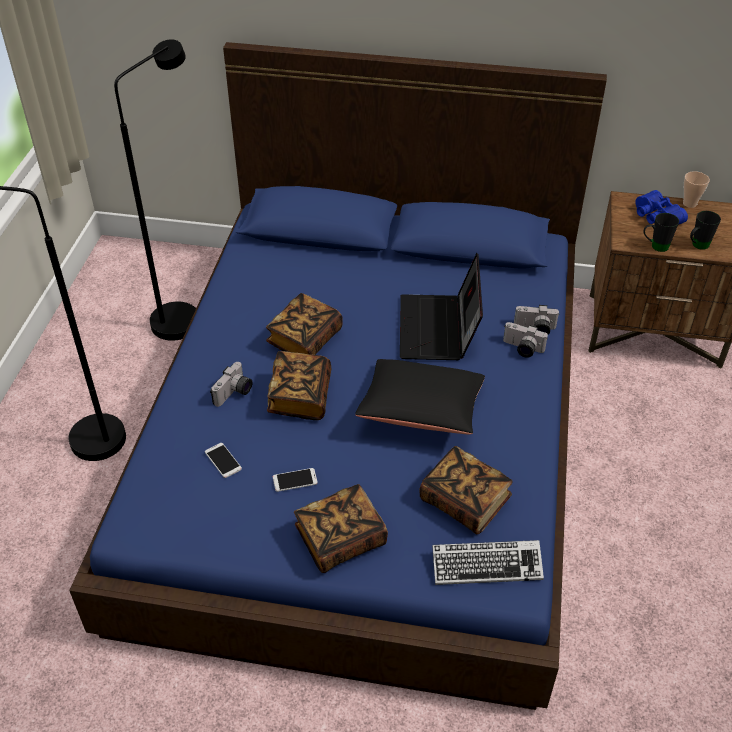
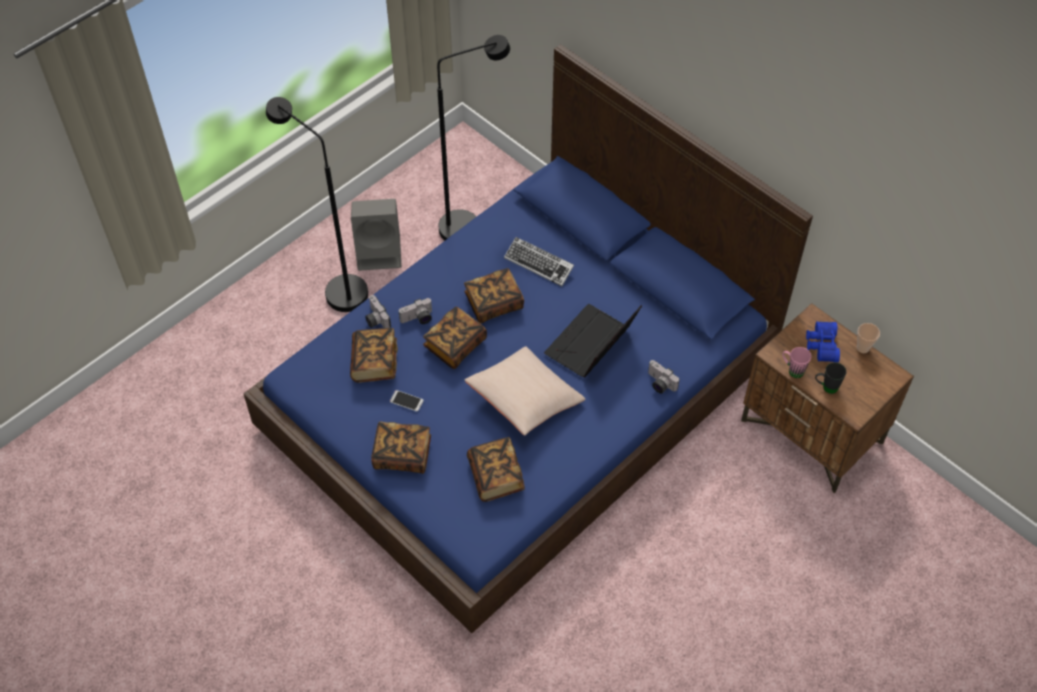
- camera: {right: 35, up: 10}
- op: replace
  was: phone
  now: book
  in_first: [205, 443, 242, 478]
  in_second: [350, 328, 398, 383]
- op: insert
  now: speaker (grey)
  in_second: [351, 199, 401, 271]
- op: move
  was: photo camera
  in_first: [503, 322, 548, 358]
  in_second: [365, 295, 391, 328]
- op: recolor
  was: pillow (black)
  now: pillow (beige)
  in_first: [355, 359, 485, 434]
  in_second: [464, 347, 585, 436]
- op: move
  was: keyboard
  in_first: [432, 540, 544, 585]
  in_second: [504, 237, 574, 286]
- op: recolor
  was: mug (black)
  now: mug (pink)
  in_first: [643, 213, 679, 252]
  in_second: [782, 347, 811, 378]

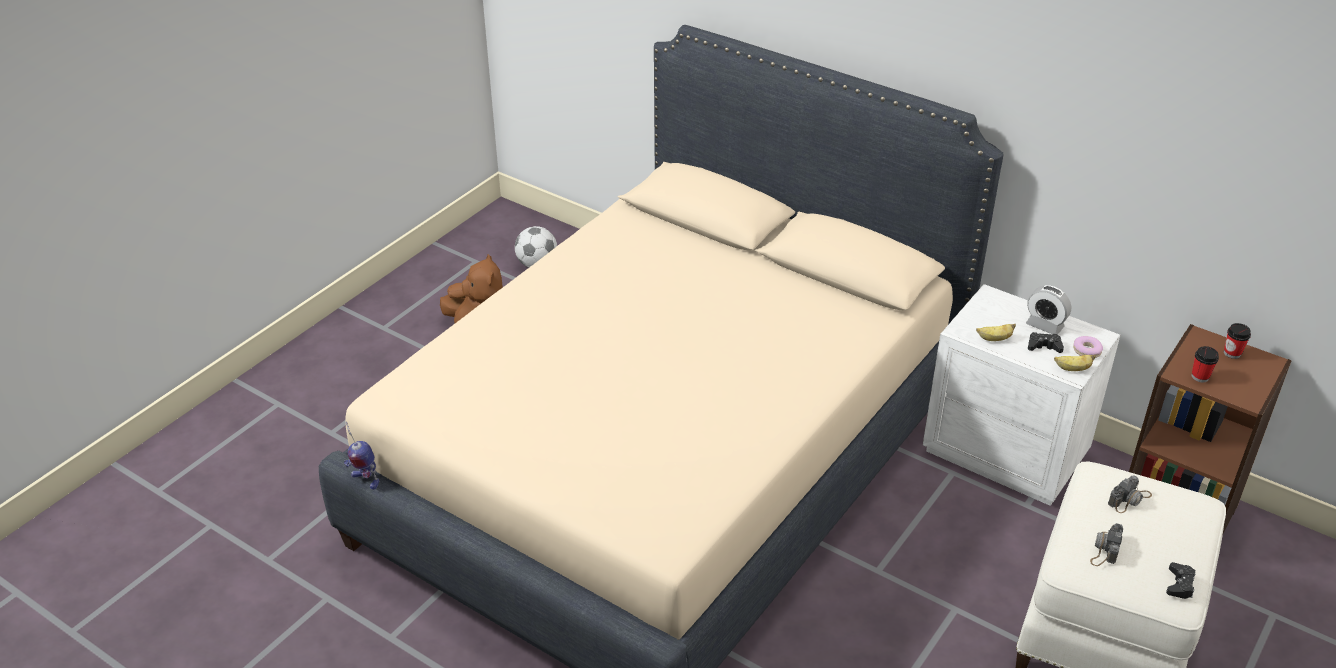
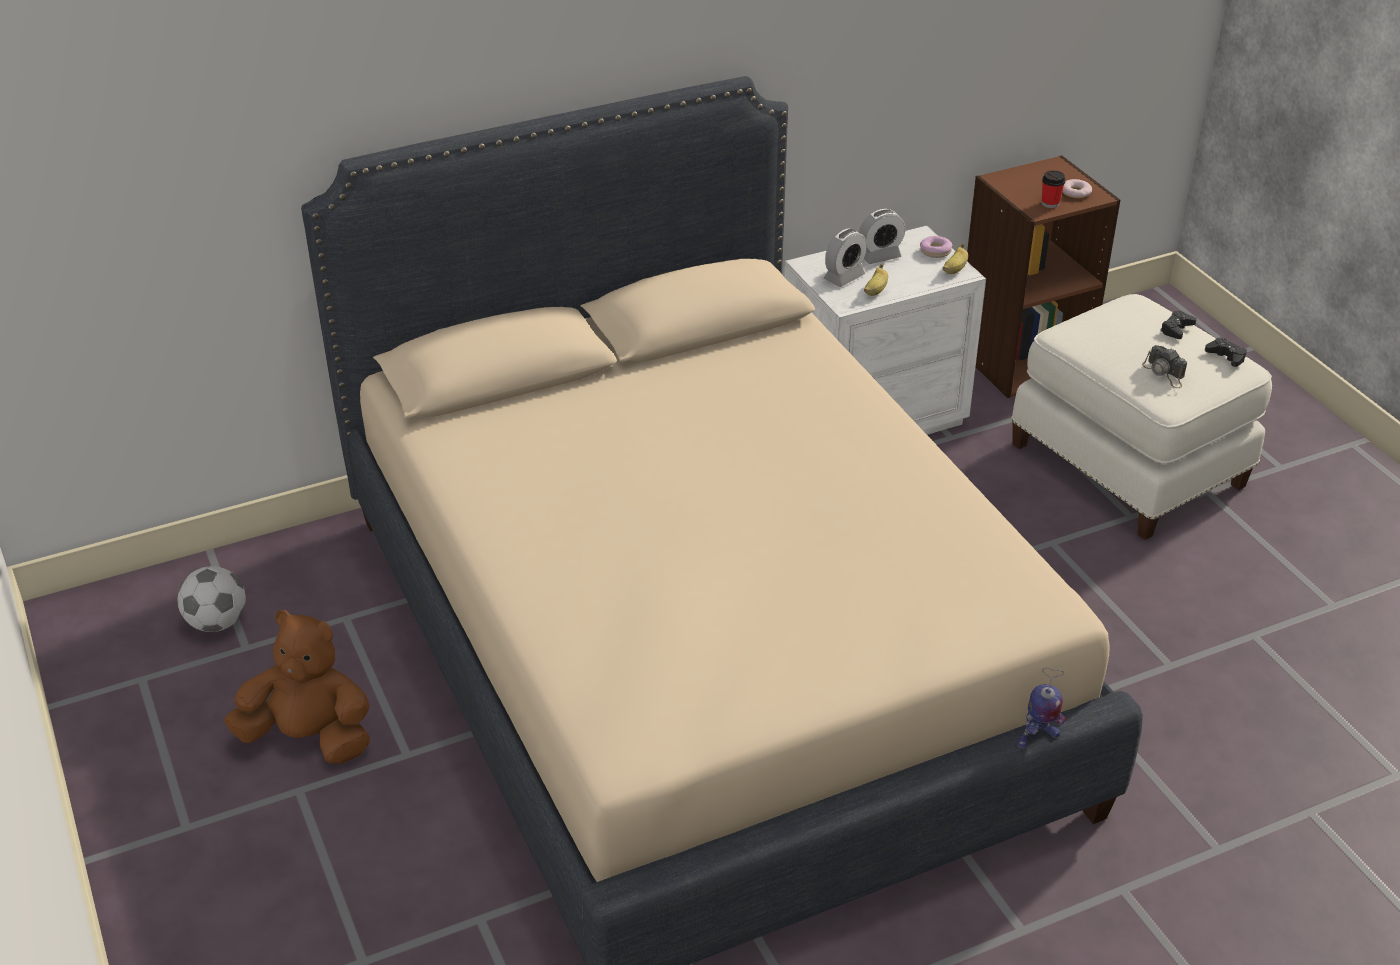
- camera: {right: -60, up: 0}
- op: insert
  now: alarm clock
  in_second: [824, 229, 867, 287]
- op: move
  was: toy robot
  in_first: [344, 422, 379, 490]
  in_second: [1018, 667, 1067, 748]
- op: insert
  now: donut
  in_second: [1063, 179, 1092, 198]
- op: move
  was: game controller (black)
  in_first: [1028, 332, 1064, 353]
  in_second: [1160, 311, 1197, 339]
- op: delete
  was: photo camera
  in_first: [1108, 476, 1152, 513]
- op: delete
  was: cup
  in_first: [1224, 323, 1251, 359]

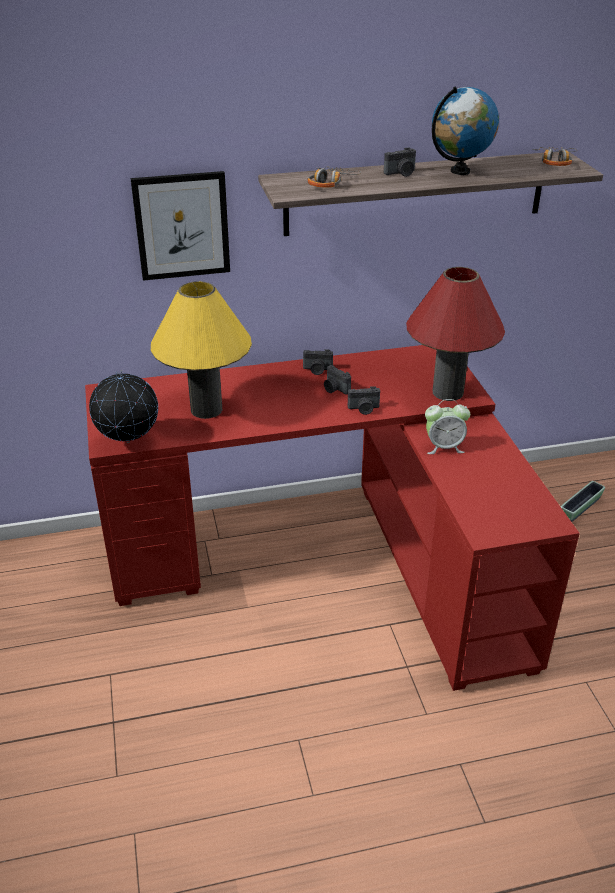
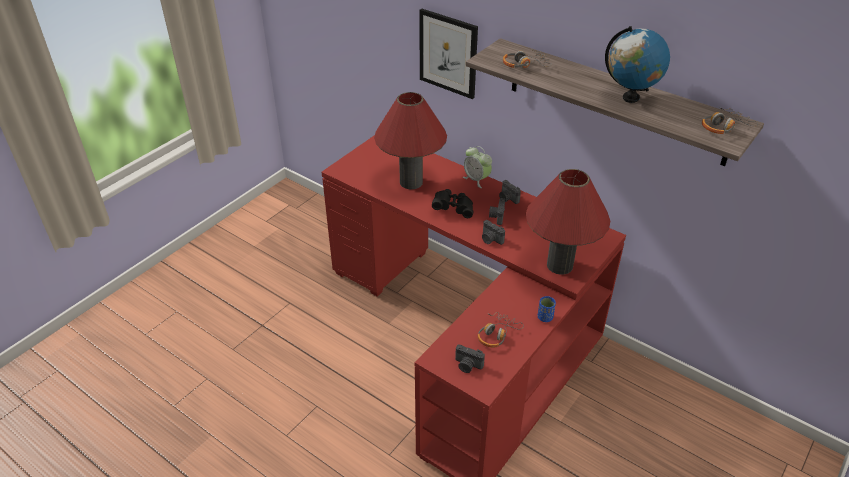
- camera: {right: 50, up: 5}
- op: recolor
  was: table lamp (yellow)
  now: table lamp (red)
  in_first: [151, 281, 252, 419]
  in_second: [374, 92, 447, 190]
- op: insert
  now: binoculars (black)
  in_second: [432, 189, 473, 218]
- op: move
  was: photo camera
  in_first: [384, 147, 416, 177]
  in_second: [455, 344, 485, 373]
- op: move
  was: alarm clock
  in_first: [425, 399, 470, 454]
  in_second: [463, 146, 492, 188]
- op: insert
  now: headphones
  in_second: [477, 312, 524, 347]
- op: insert
  now: cup (blue)
  in_second: [538, 296, 556, 322]
- op: delete
  was: globe
  in_first: [89, 370, 158, 443]
- op: delete
  was: planter
  in_first: [560, 481, 605, 522]

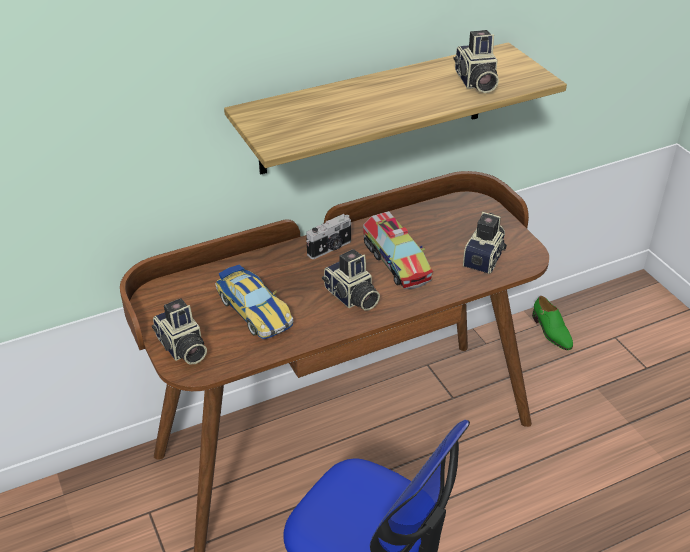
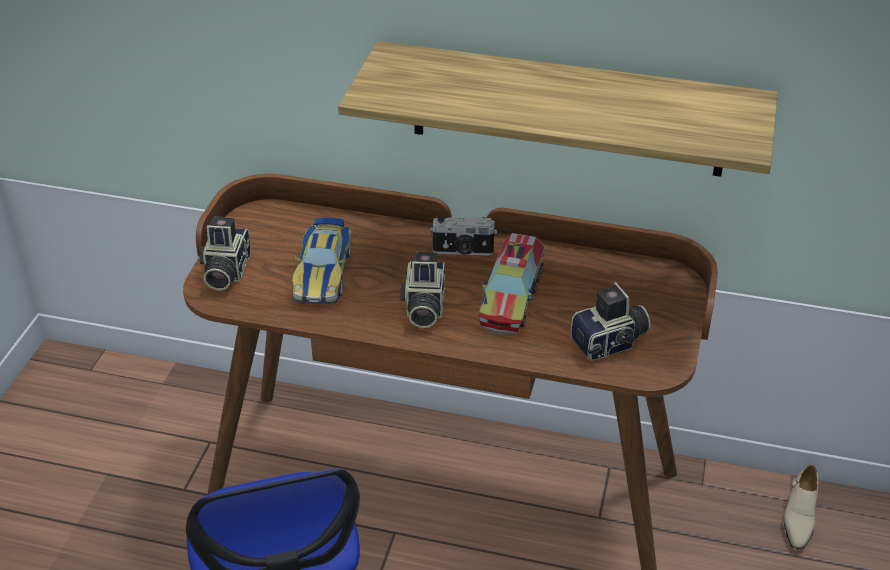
- camera: {right: 40, up: 0}
- op: recolor
  was: shoe (green)
  now: shoe (beige)
  in_first: [532, 296, 573, 350]
  in_second: [783, 465, 819, 550]
- op: delete
  was: photo camera
  in_first: [453, 30, 499, 93]

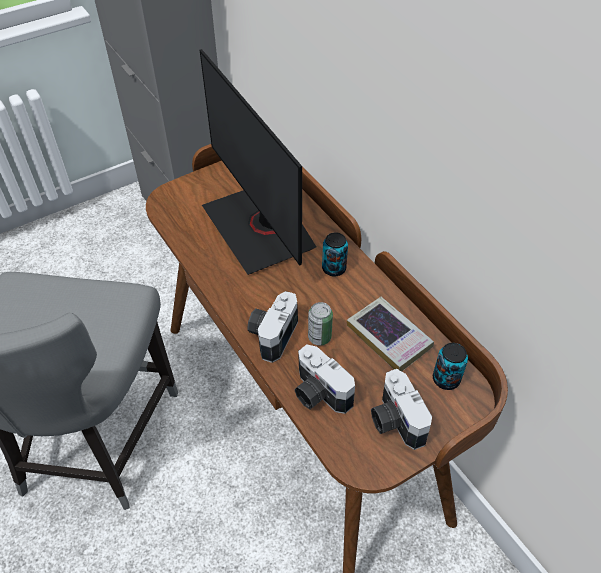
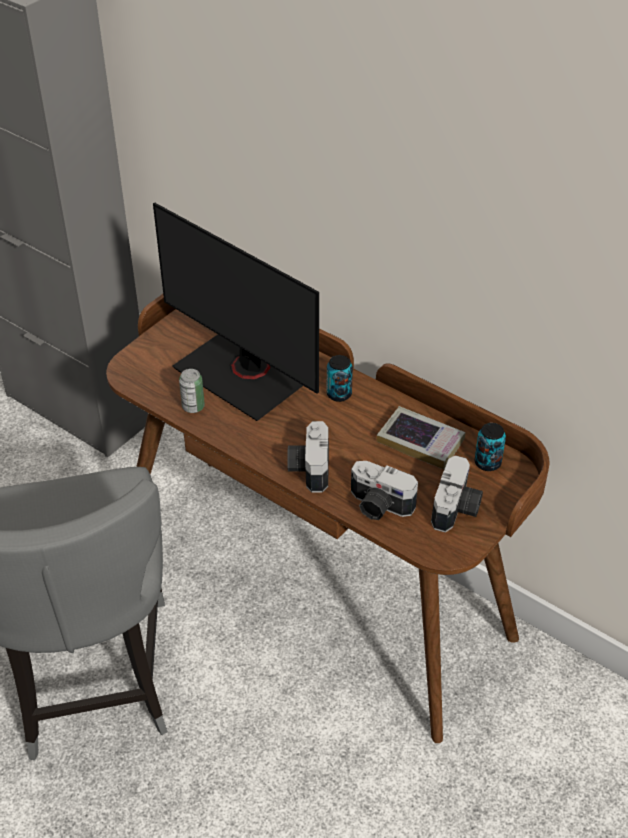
- camera: {right: -20, up: -5}
- op: move
  was: can
  in_first: [308, 302, 333, 346]
  in_second: [179, 369, 205, 413]
- op: rotate
  was: photo camera
  in_first: [371, 369, 432, 450]
  in_second: [431, 455, 483, 532]
  clockwise: -120

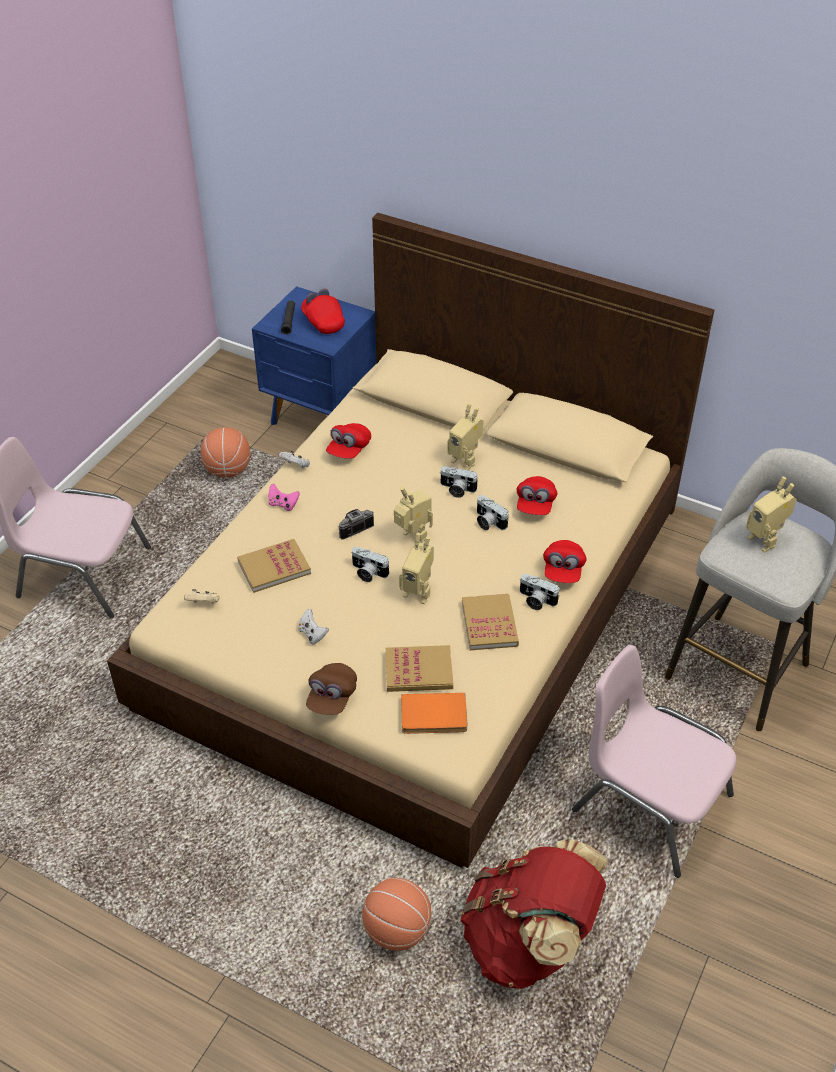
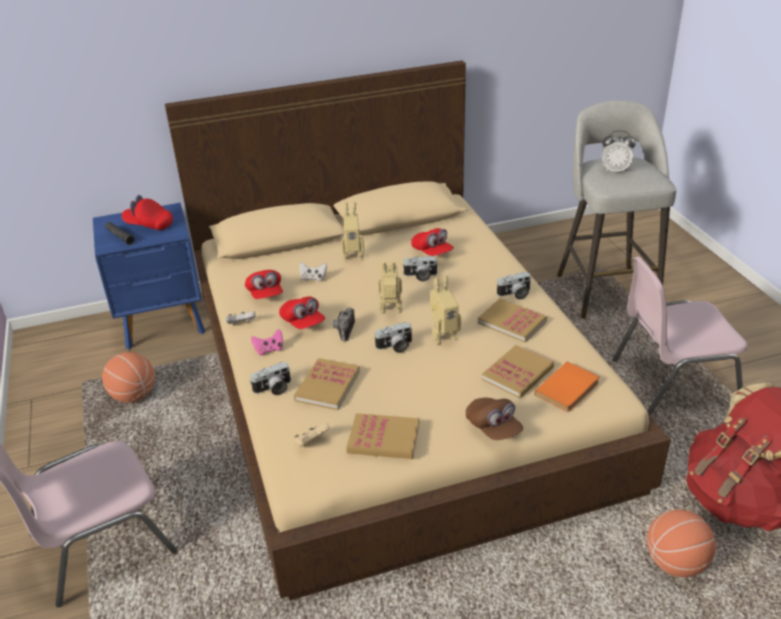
- camera: {right: -45, up: -10}
- op: move
  was: photo camera
  in_first: [439, 466, 479, 498]
  in_second: [250, 362, 291, 395]
- op: move
  was: cap (red)
  in_first: [543, 540, 587, 583]
  in_second: [279, 297, 325, 329]
- op: move
  was: game controller (white)
  in_first: [298, 609, 329, 645]
  in_second: [299, 262, 327, 282]
- op: insert
  now: book
  in_second: [346, 413, 419, 459]
- op: replace
  was: toy robot
  now: alarm clock
  in_first: [746, 477, 797, 553]
  in_second: [602, 130, 636, 173]

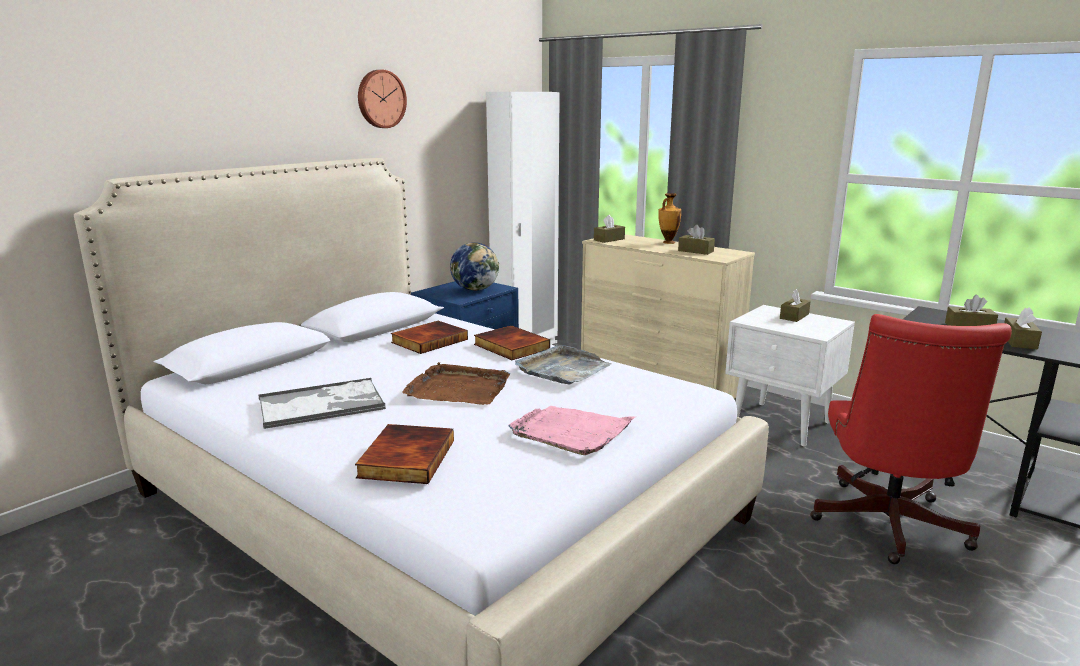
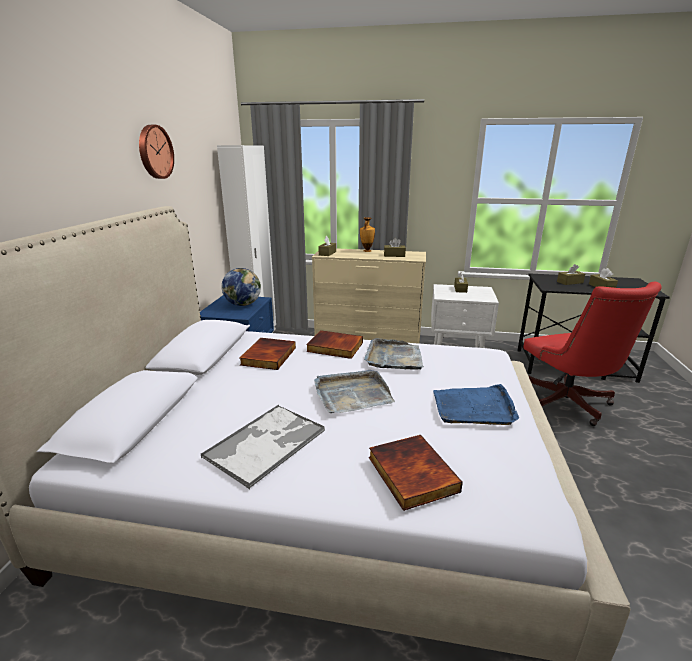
- camera: {right: -30, up: 5}
- op: recolor
  was: tray (brown)
  now: tray (grey)
  in_first: [402, 362, 510, 405]
  in_second: [314, 370, 395, 413]
- op: recolor
  was: tray (pink)
  now: tray (blue)
  in_first: [508, 406, 635, 455]
  in_second: [433, 384, 519, 425]

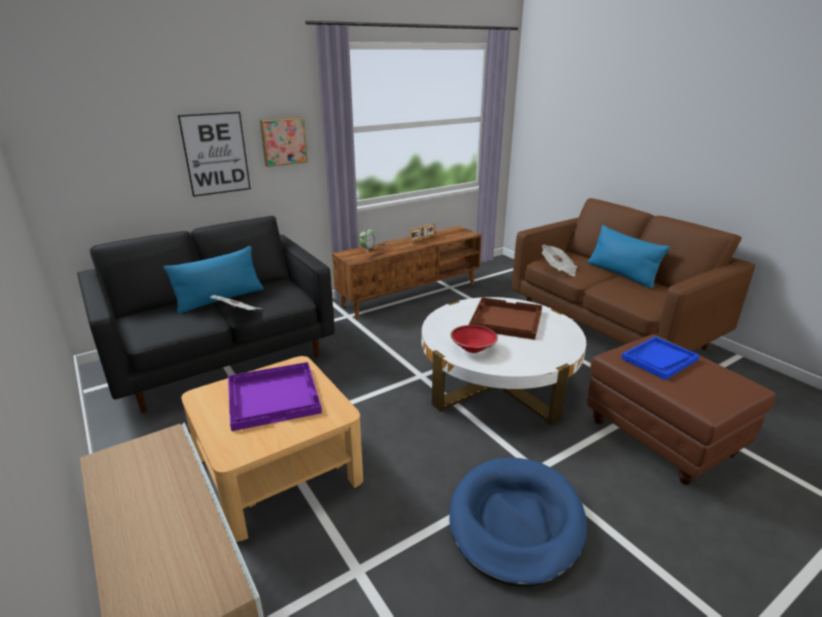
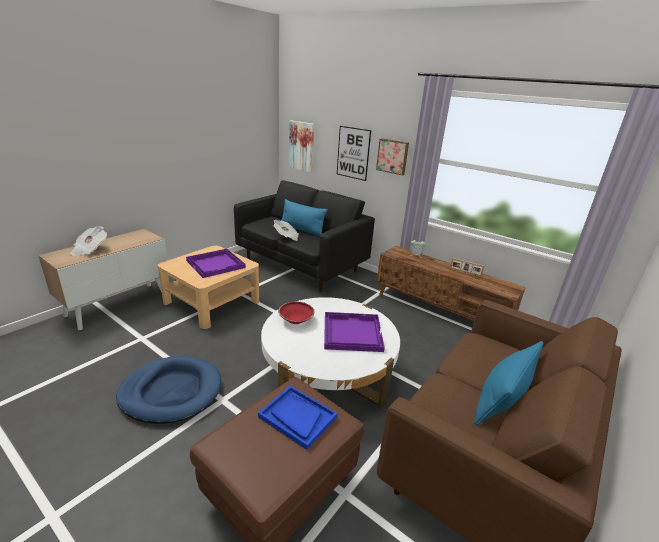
- camera: {right: 70, up: 0}
- op: move
  was: newspaper
  in_first: [542, 245, 577, 277]
  in_second: [70, 226, 107, 256]
- op: insert
  now: picture
  in_second: [289, 120, 314, 173]
- op: recolor
  was: tray (brown)
  now: tray (purple)
  in_first: [469, 297, 542, 340]
  in_second: [324, 312, 385, 352]

